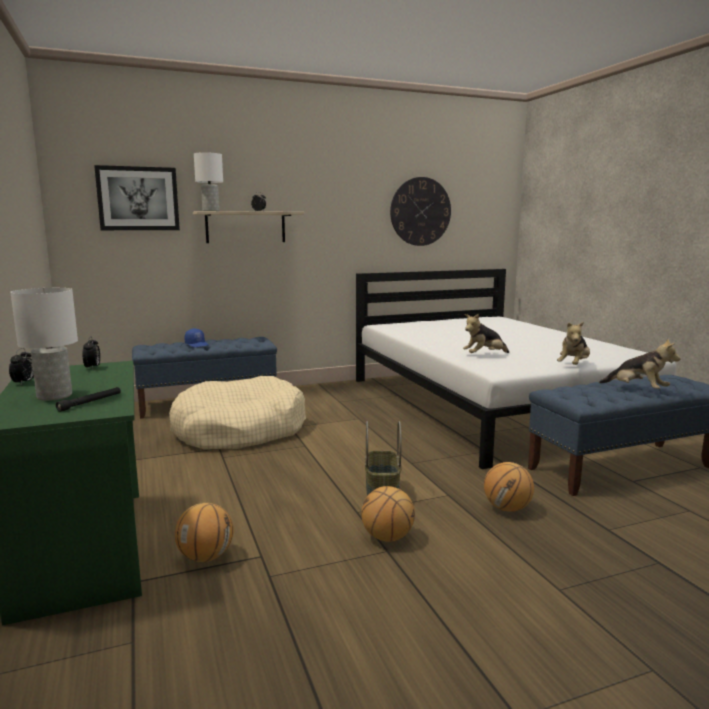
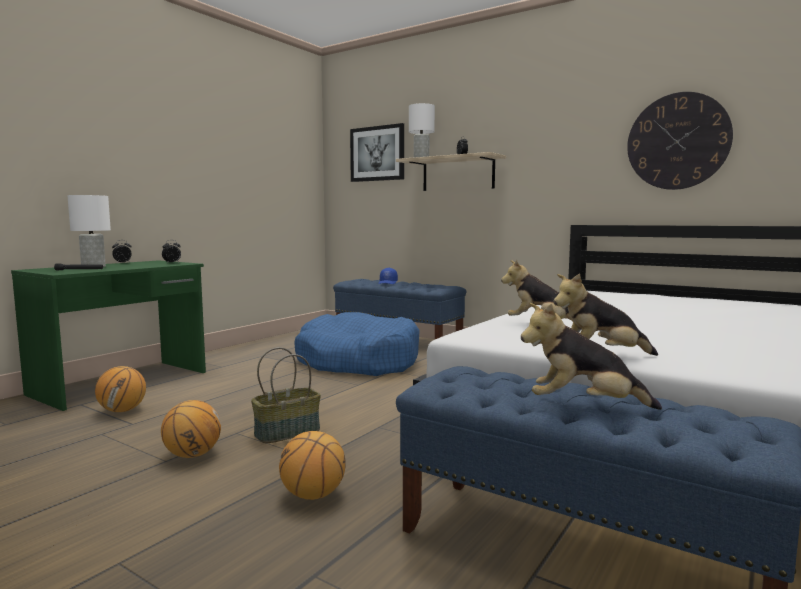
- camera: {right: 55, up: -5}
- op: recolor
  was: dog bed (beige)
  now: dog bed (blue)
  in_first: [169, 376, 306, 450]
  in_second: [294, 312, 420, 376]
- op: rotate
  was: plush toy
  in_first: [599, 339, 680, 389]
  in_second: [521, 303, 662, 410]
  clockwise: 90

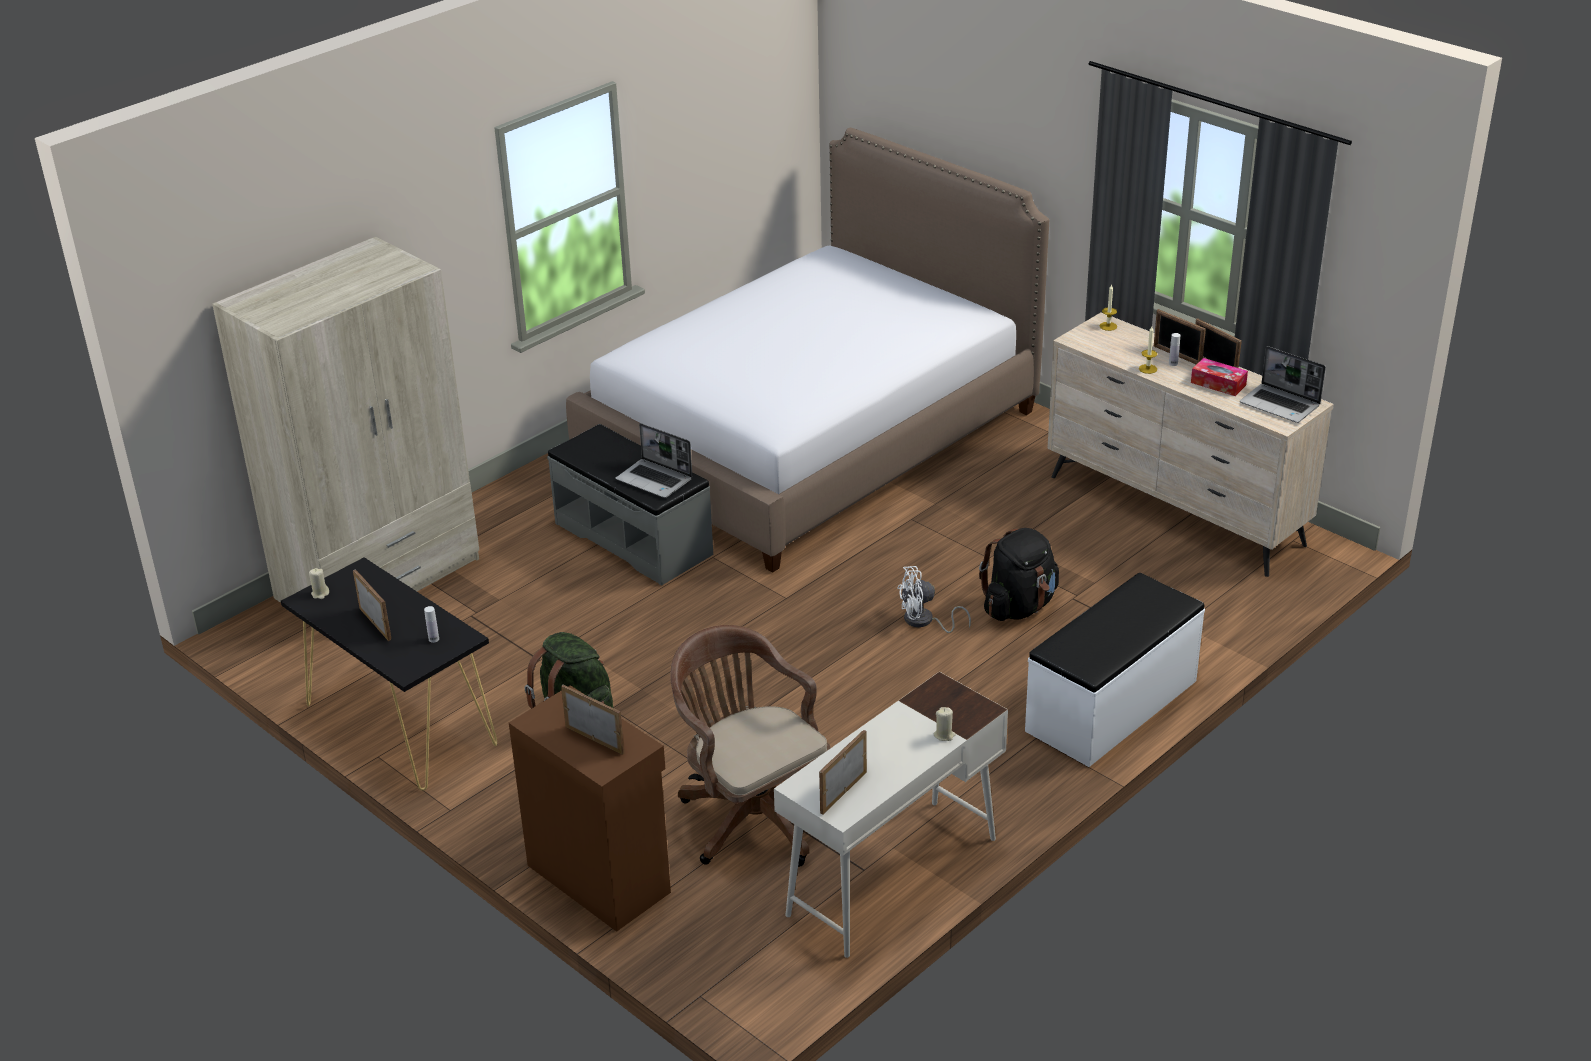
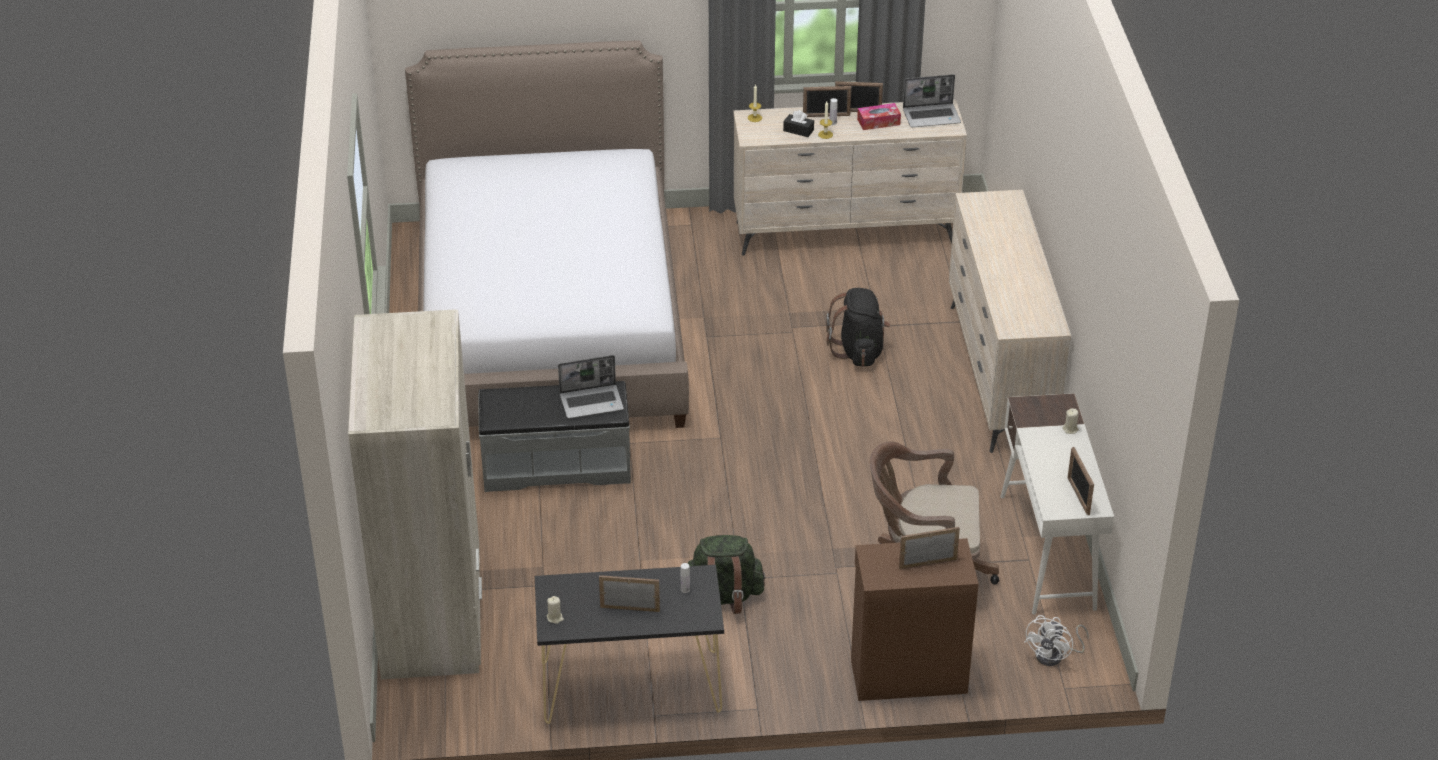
- camera: {right: -50, up: 5}
- op: insert
  now: tissue box (black)
  in_second: [783, 110, 814, 137]
- op: replace
  was: bench (white)
  now: dresser (beige)
  in_first: [1025, 573, 1205, 767]
  in_second: [949, 190, 1071, 453]
- op: move
  was: fan (white)
  in_first: [897, 566, 971, 633]
  in_second: [1024, 615, 1089, 666]

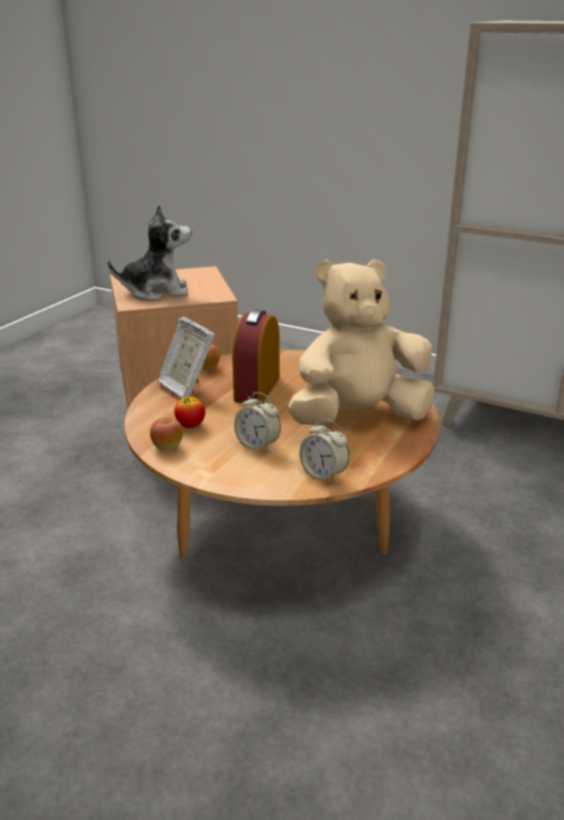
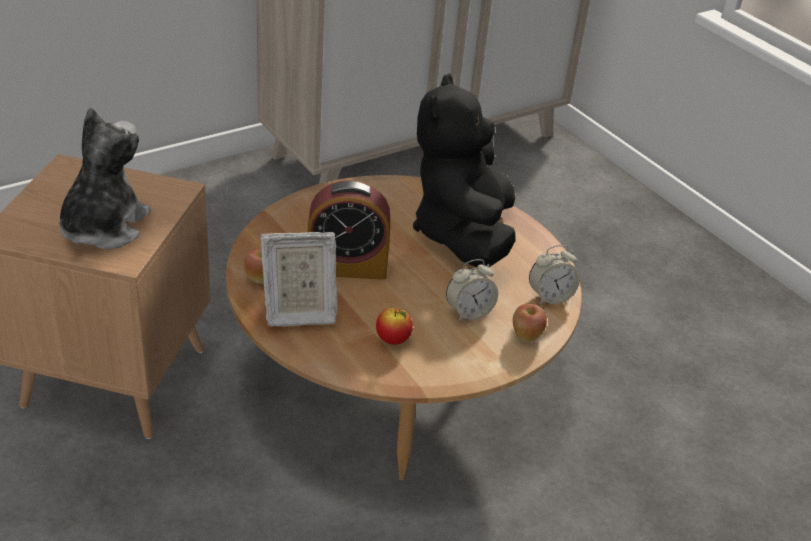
- camera: {right: -65, up: 10}
- op: rotate
  was: alarm clock
  in_first: [232, 310, 280, 405]
  in_second: [308, 180, 390, 280]
  clockwise: -45
- op: recolor
  was: plush toy (beige)
  now: plush toy (black)
  in_first: [288, 259, 435, 425]
  in_second: [413, 73, 515, 267]
- op: move
  was: apple
  in_first: [150, 417, 183, 450]
  in_second: [513, 304, 547, 342]

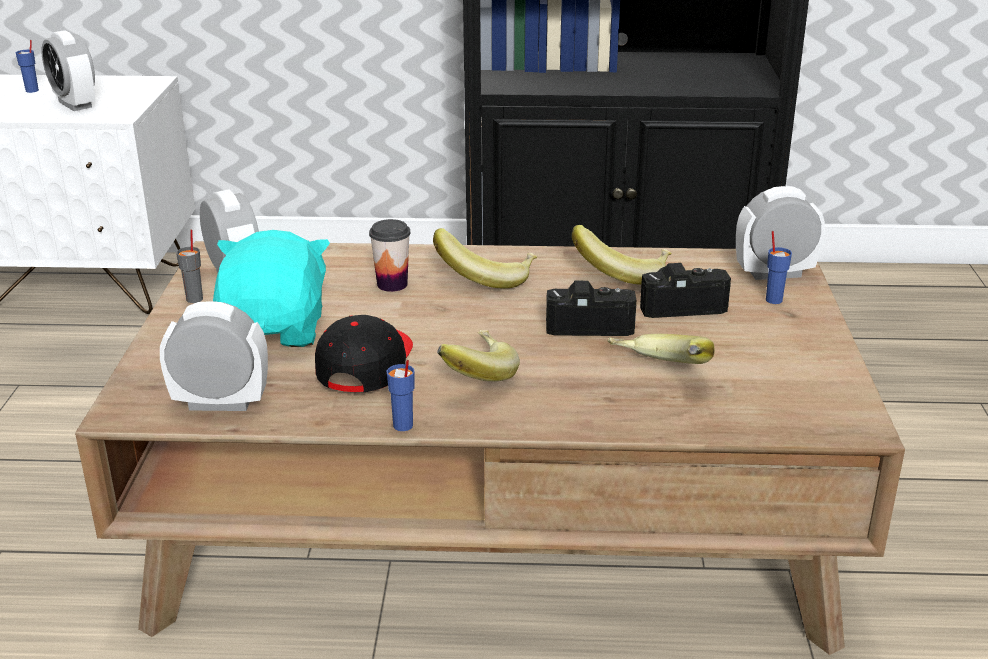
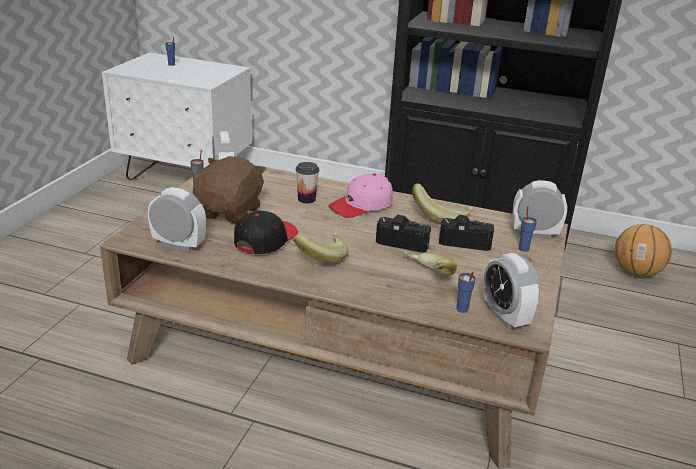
- camera: {right: 15, up: 0}
- op: recolor
  was: plush toy (turquoise)
  now: plush toy (brown)
  in_first: [213, 230, 330, 347]
  in_second: [193, 156, 266, 223]
- op: replace
  was: banana
  now: cap (pink)
  in_first: [433, 228, 537, 288]
  in_second: [328, 173, 393, 218]
- op: move
  was: cup (blue)
  in_first: [387, 360, 415, 431]
  in_second: [456, 272, 476, 313]
- op: move
  was: alarm clock
  in_first: [41, 30, 96, 111]
  in_second: [483, 253, 540, 329]
- op: insert
  now: basketball
  in_second: [615, 224, 672, 277]

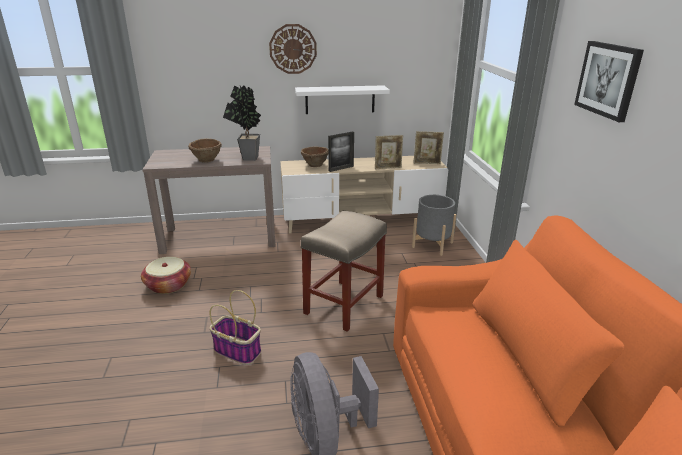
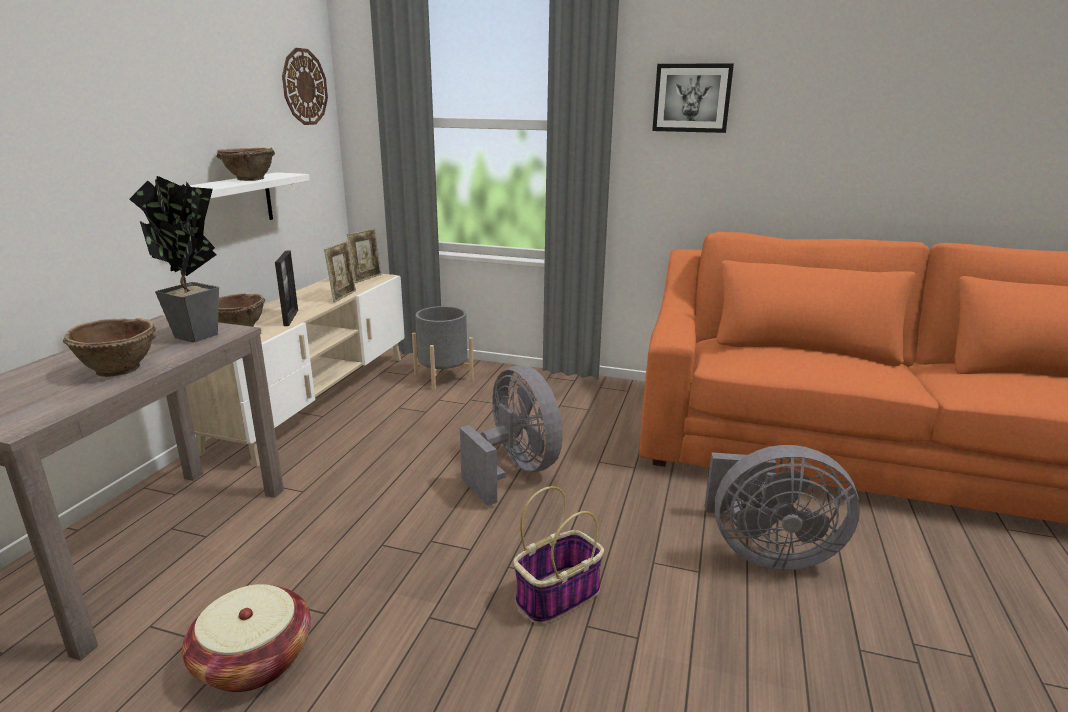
- camera: {right: -65, up: -5}
- op: insert
  now: bowl (brown)
  in_second: [216, 148, 275, 181]
- op: move
  was: wall clock
  in_first: [269, 24, 317, 74]
  in_second: [282, 48, 328, 125]
- op: replace
  was: stool (beige)
  now: fan (grey)
  in_first: [301, 211, 387, 332]
  in_second: [460, 365, 563, 506]

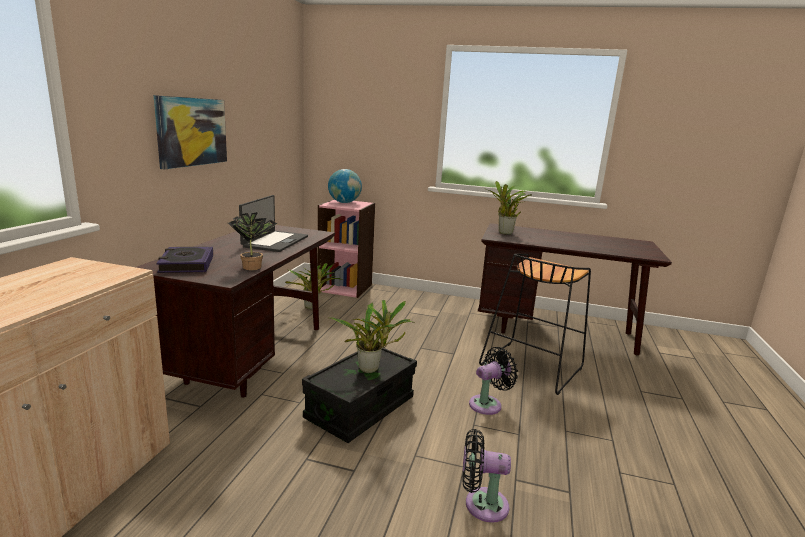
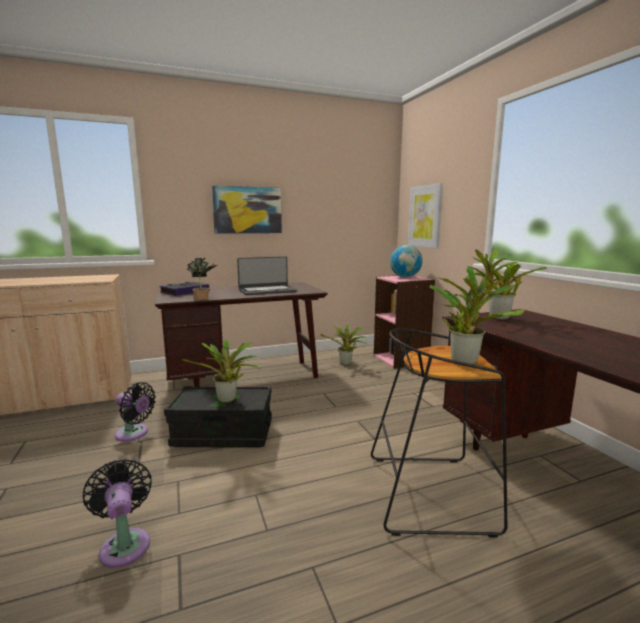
- camera: {right: 55, up: -5}
- op: move
  was: fan (black)
  in_first: [469, 347, 518, 415]
  in_second: [115, 382, 156, 441]
- op: insert
  now: picture
  in_second: [408, 183, 443, 248]
- op: insert
  now: potted plant
  in_second: [430, 267, 525, 365]

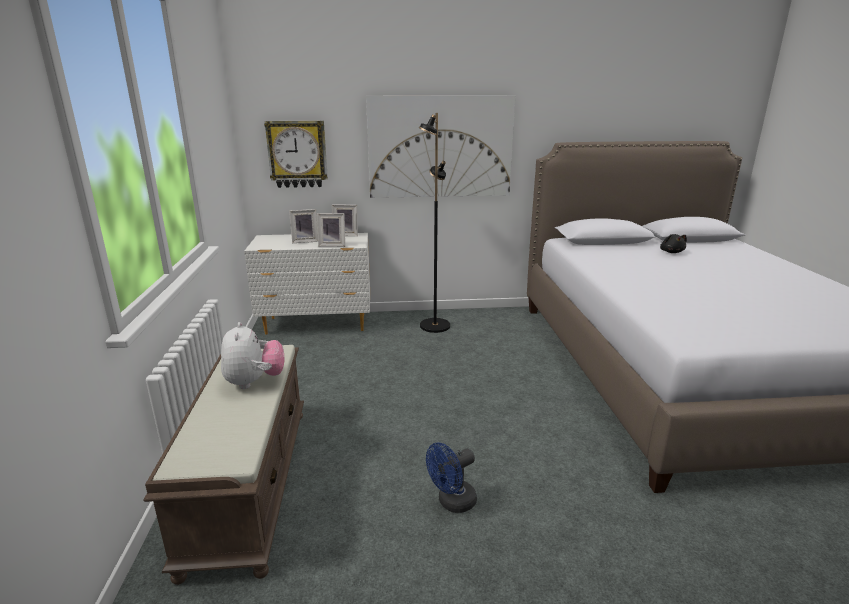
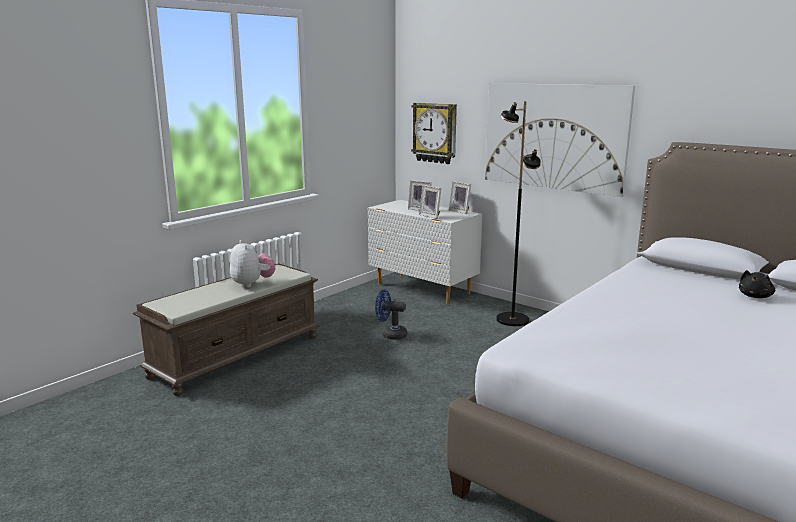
- camera: {right: 45, up: -5}
- op: rotate
  was: plush toy
  in_first: [221, 322, 284, 389]
  in_second: [230, 240, 275, 288]
  clockwise: -60
- op: move
  was: fan (blue)
  in_first: [426, 443, 477, 513]
  in_second: [375, 290, 407, 340]

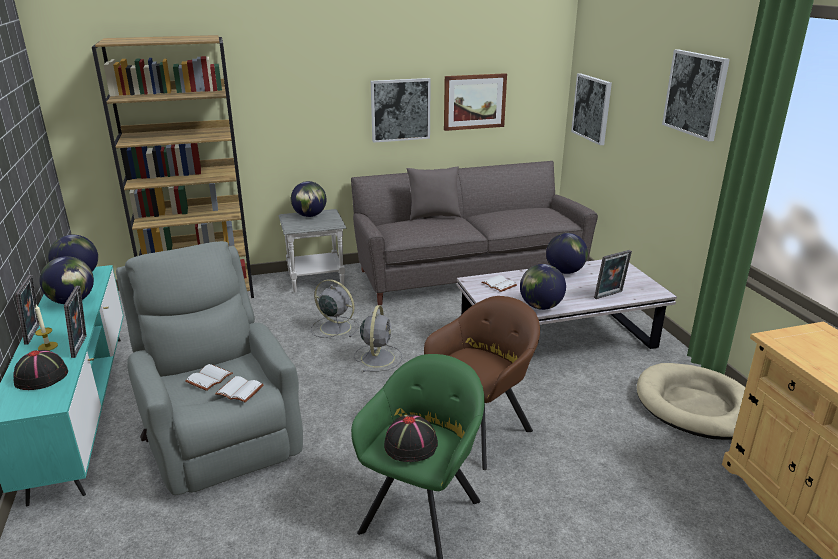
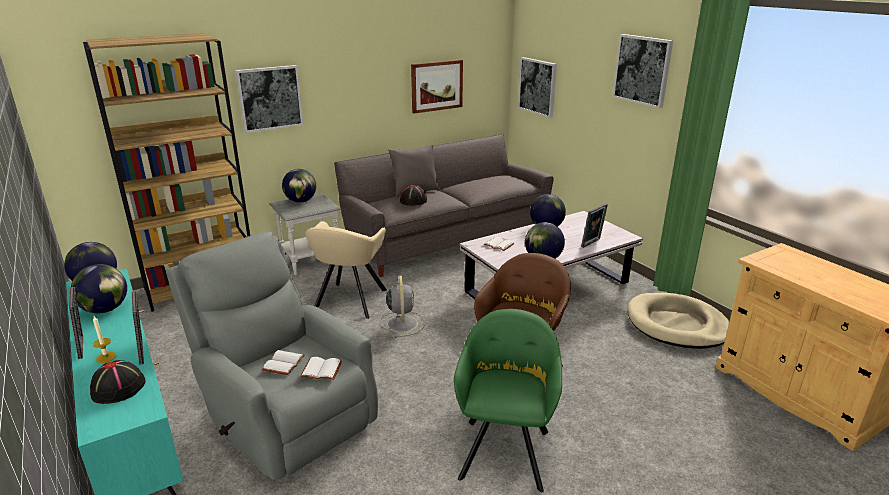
- camera: {right: -15, up: 0}
- op: move
  was: picture
  in_first: [371, 78, 431, 143]
  in_second: [235, 65, 303, 133]
- op: replace
  was: fan (grey)
  now: armchair (beige)
  in_first: [311, 279, 359, 338]
  in_second: [305, 221, 387, 319]
- op: move
  was: hat (black)
  in_first: [384, 414, 438, 462]
  in_second: [400, 185, 427, 206]

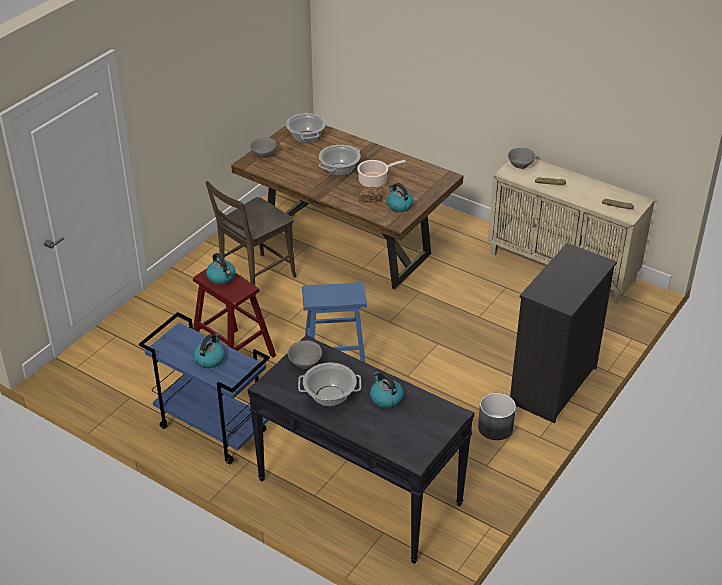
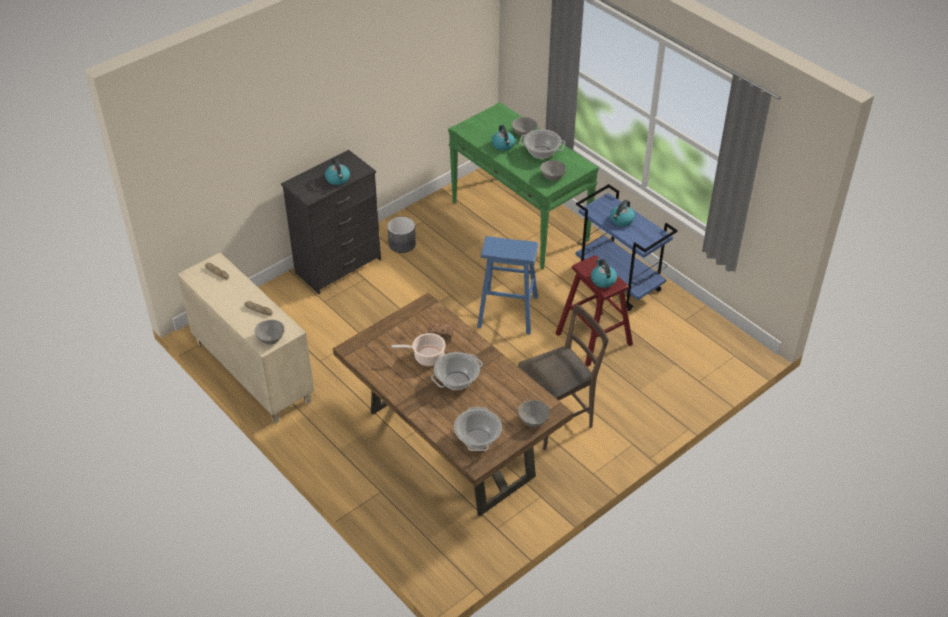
- camera: {right: -165, up: 5}
- op: move
  was: kettle
  in_first: [387, 183, 414, 212]
  in_second: [325, 158, 350, 185]
- op: recolor
  was: console table (black)
  now: console table (green)
  in_first: [248, 335, 474, 564]
  in_second: [448, 102, 599, 269]
- op: insert
  now: bowl (grey)
  in_second: [512, 117, 538, 136]

